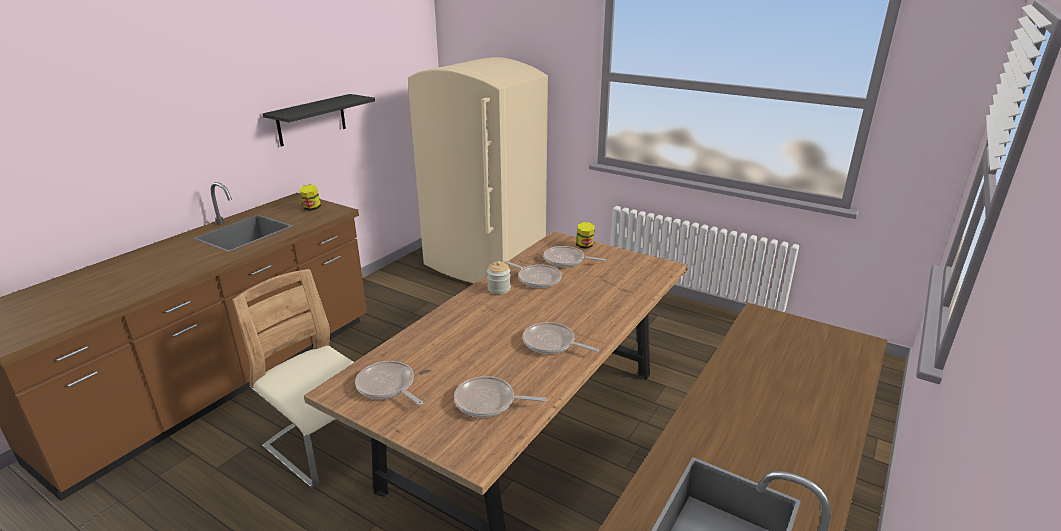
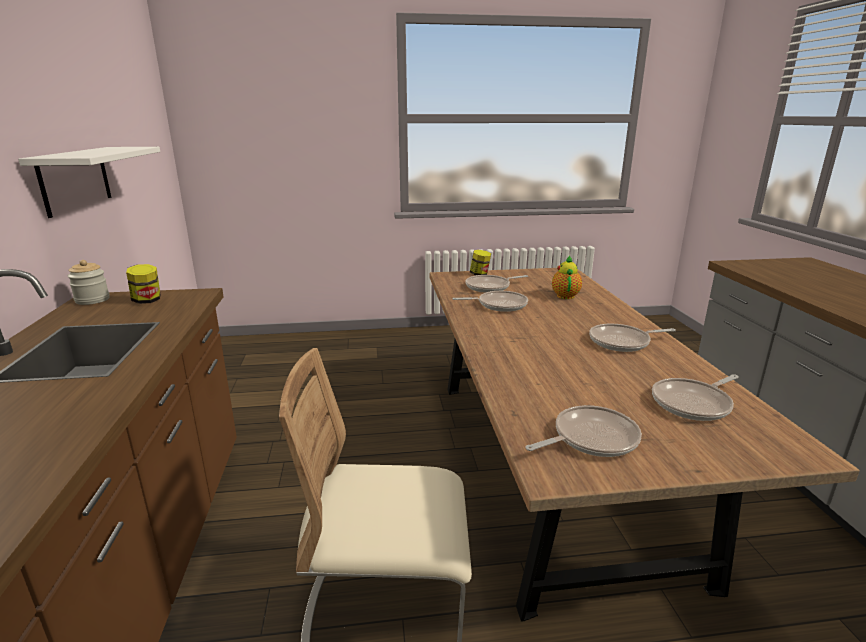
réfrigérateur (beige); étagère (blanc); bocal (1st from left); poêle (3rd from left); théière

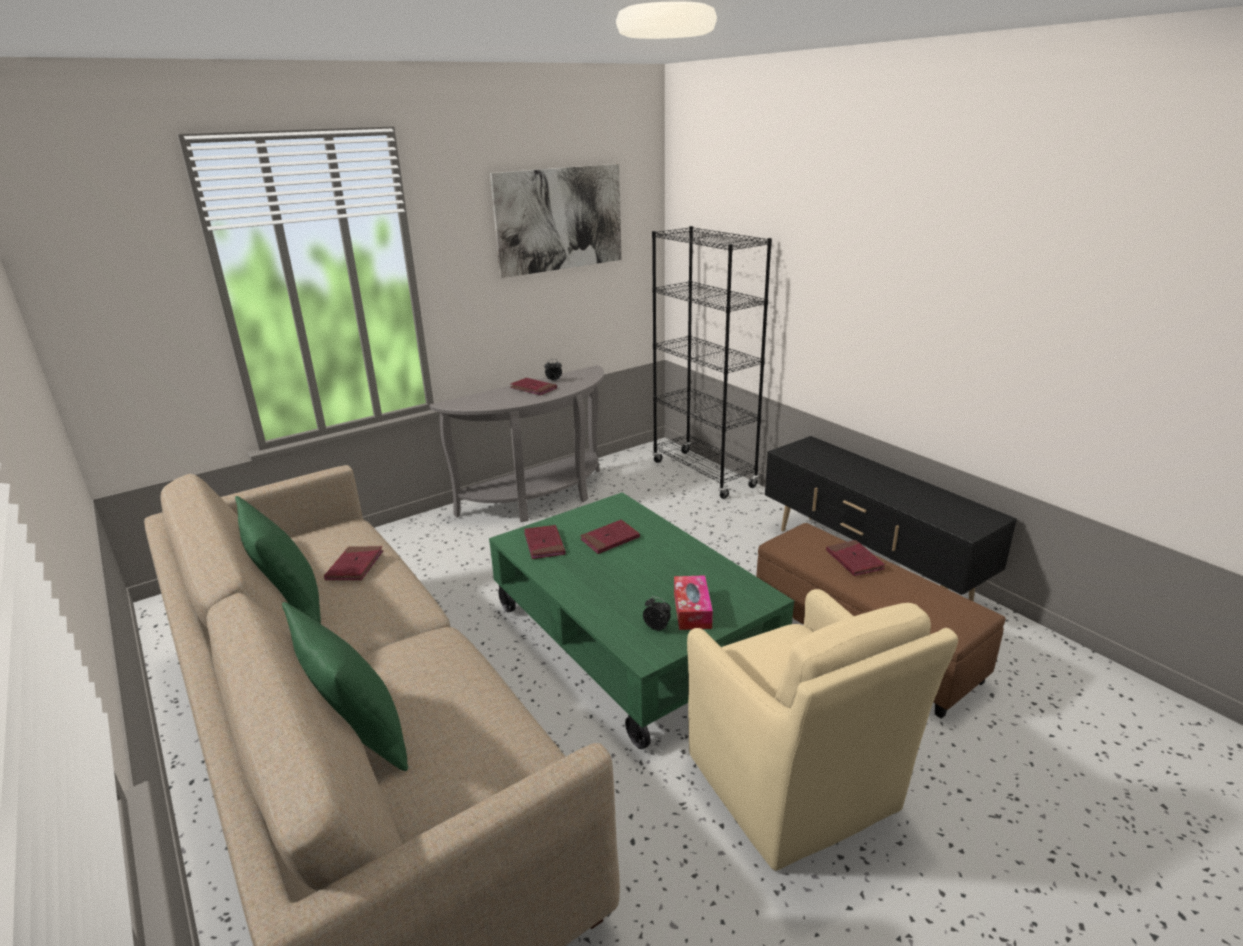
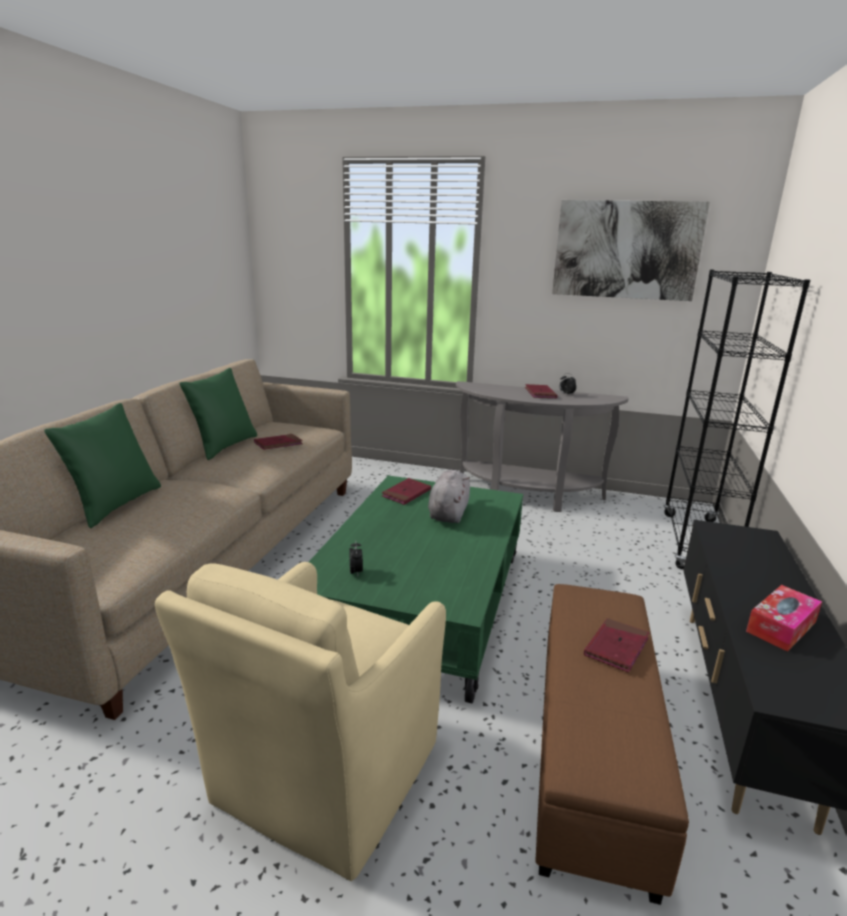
peluche (gris); boîte à mouchoirs

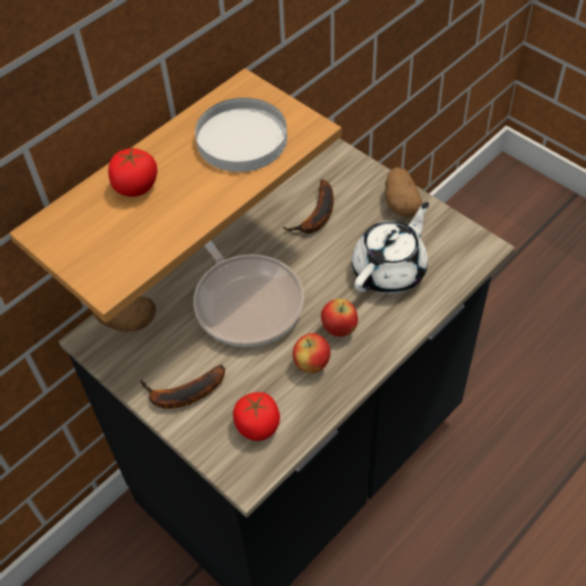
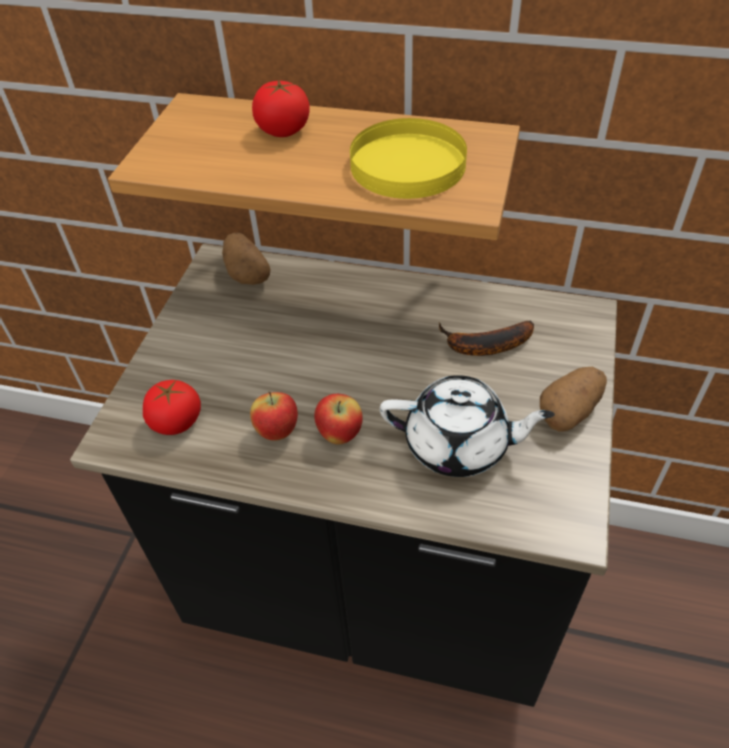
assiette (jaune); poêle; banane (1st from left in the first image)

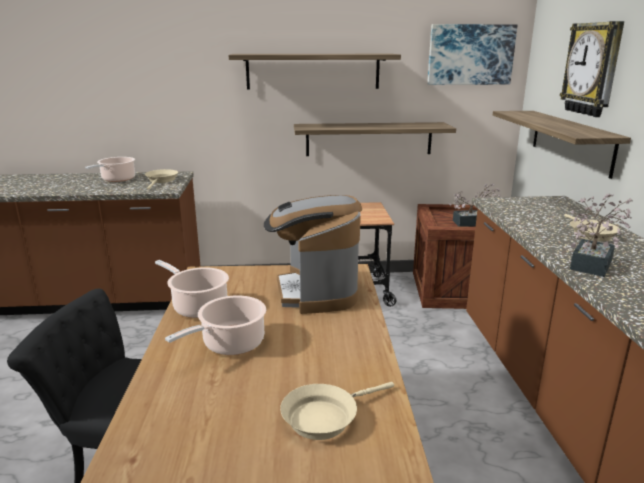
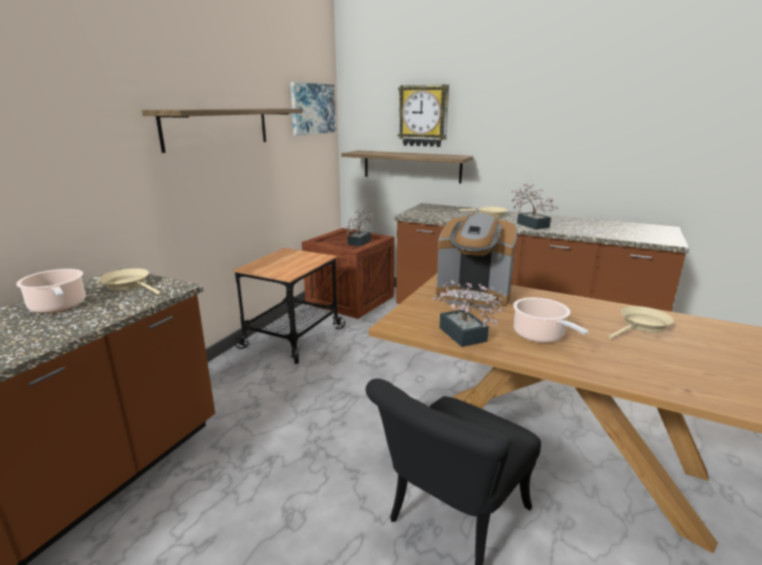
étagère (2nd from left in the first image); plante en pot (2nd from left); poêle (beige) (3rd from left)

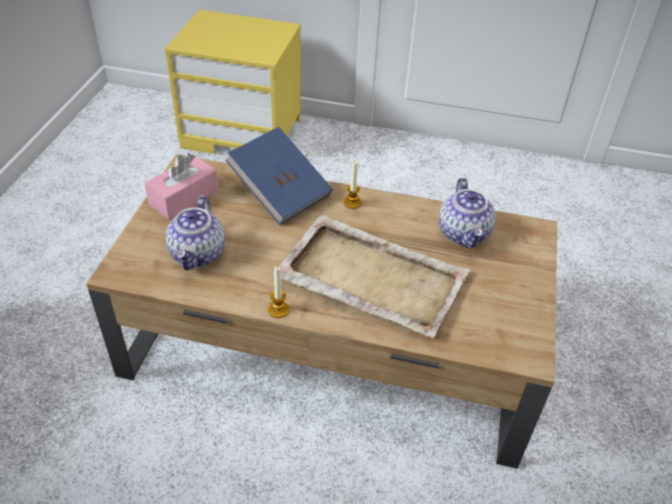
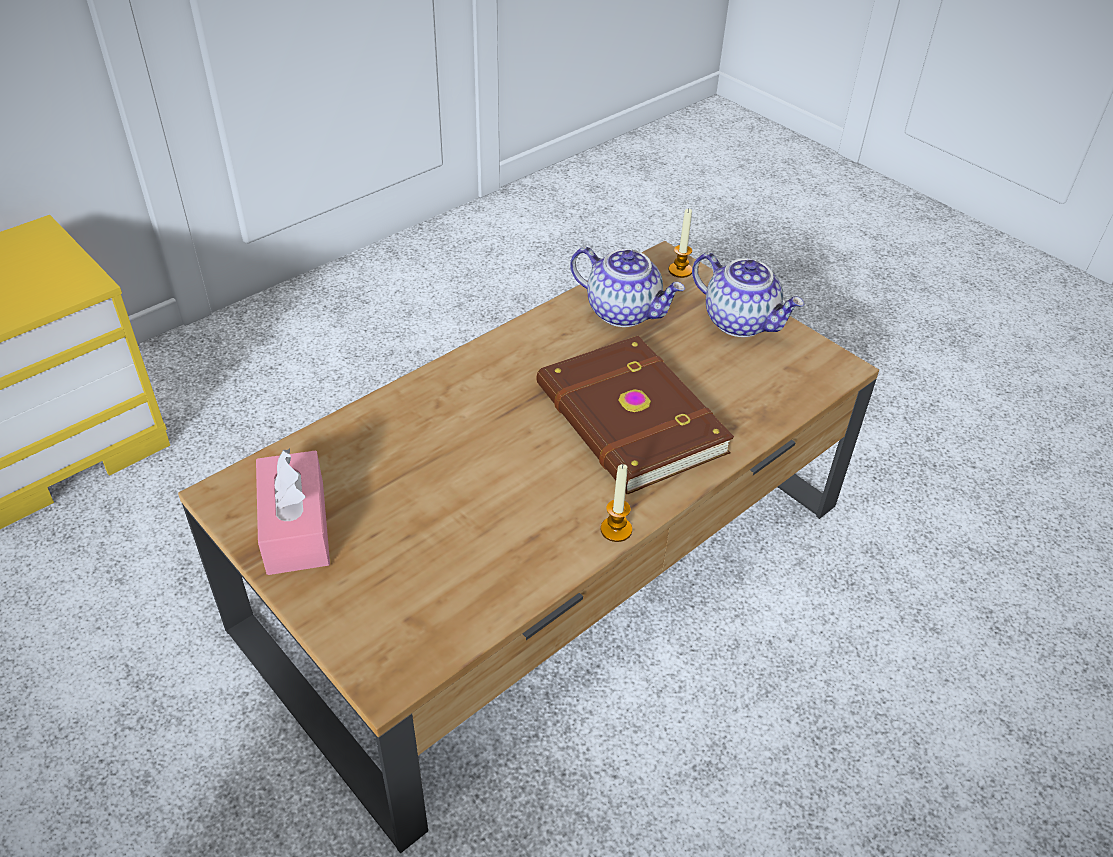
livre (bleu); bougie (2nd from left); théière (2nd from left); livre (marron)

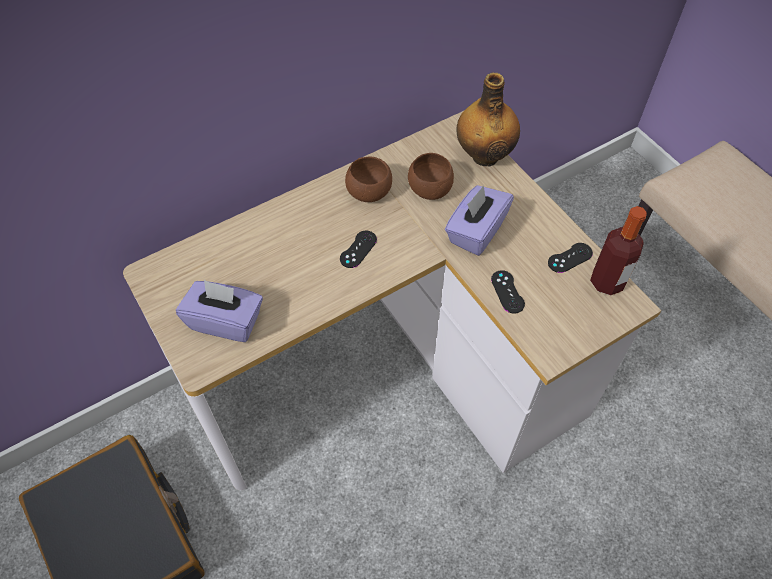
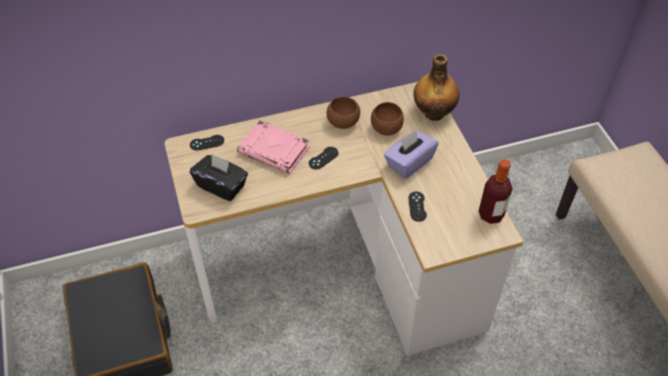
manette (noir) (1st from left); boîte à mouchoirs (noir); livre (rose)

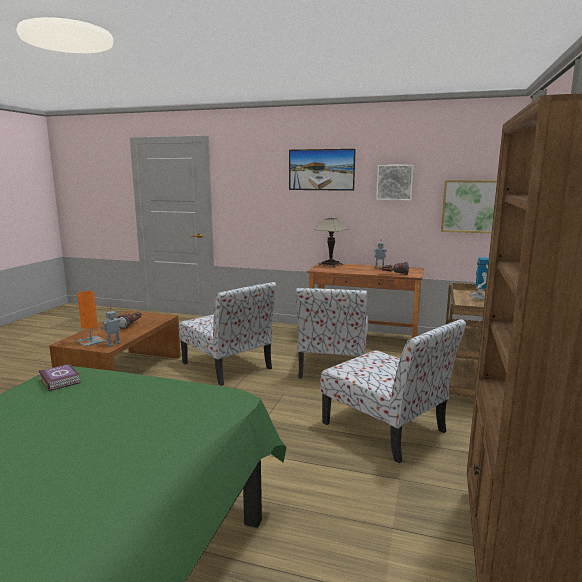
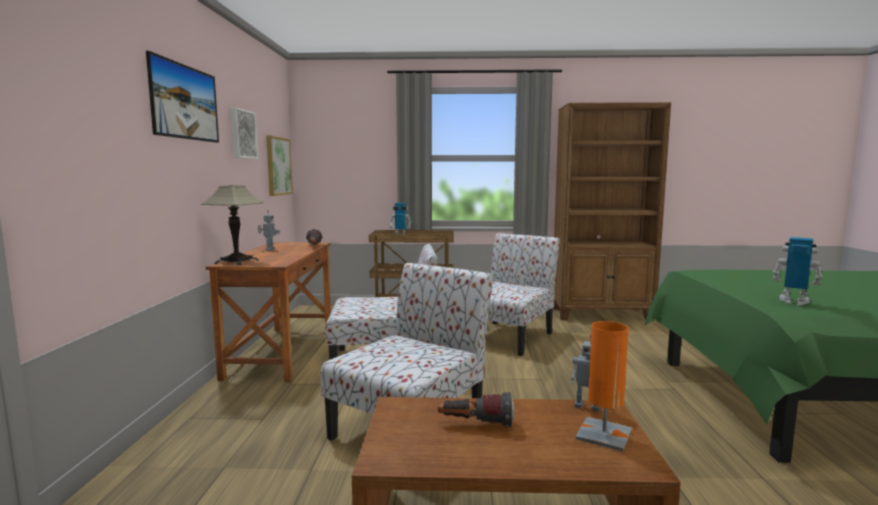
robot jouet (4th from left)

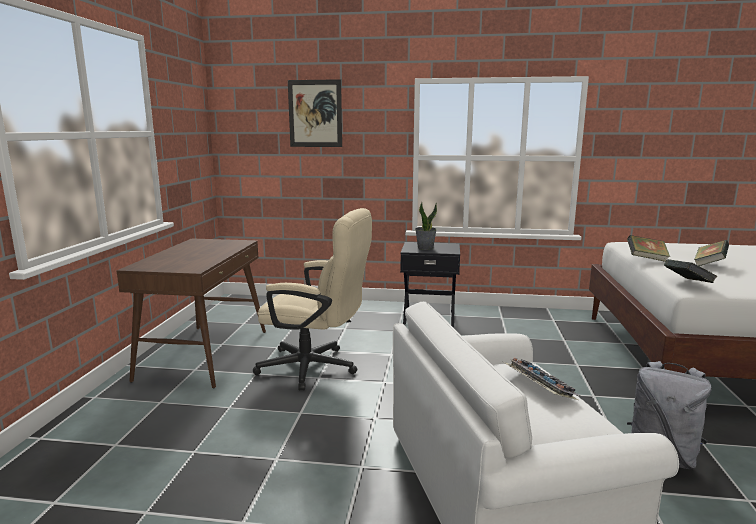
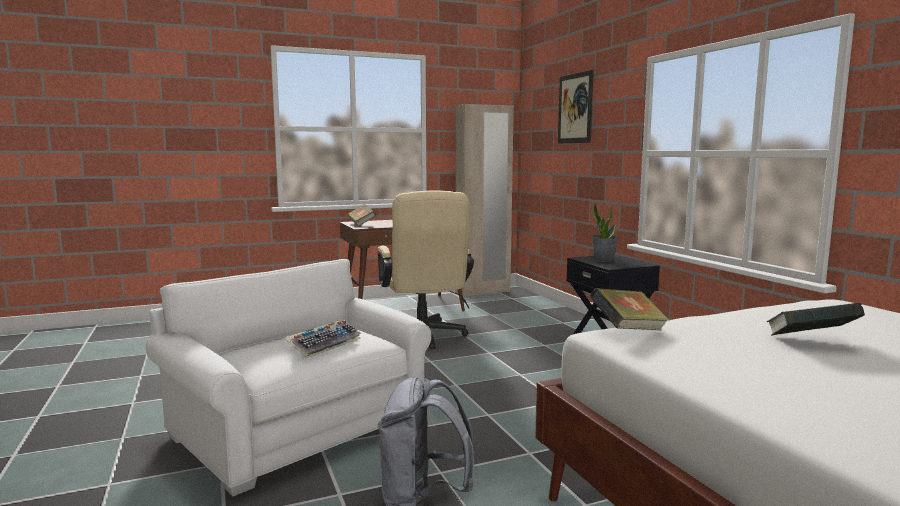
livre (1st from left); armoire (beige)

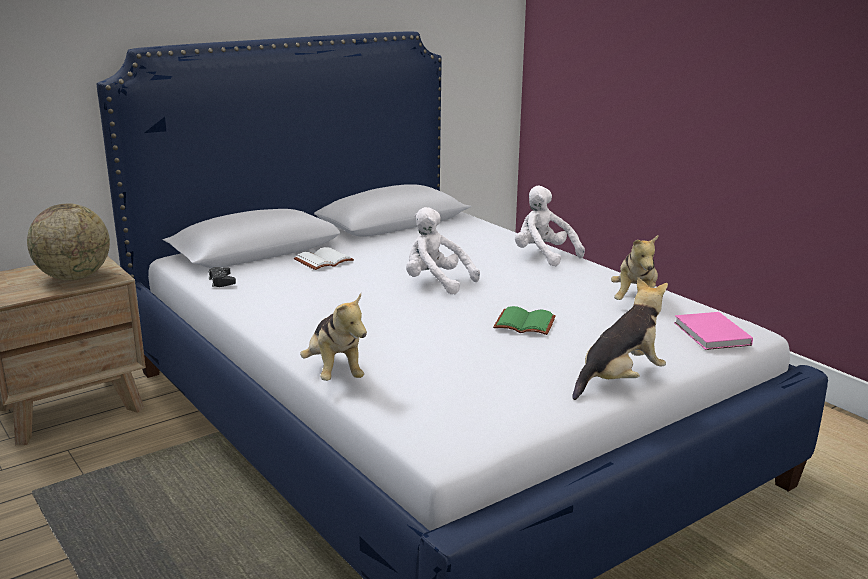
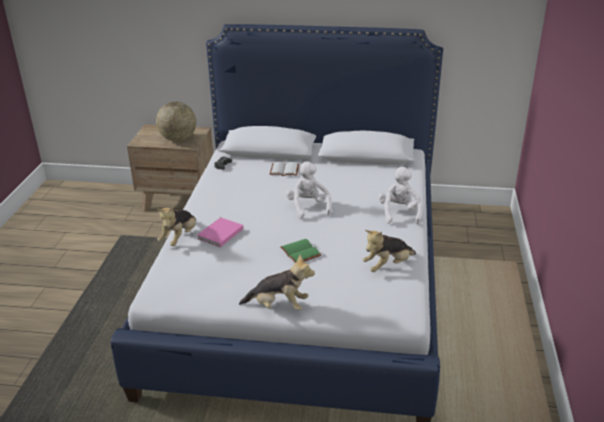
livre (rose)

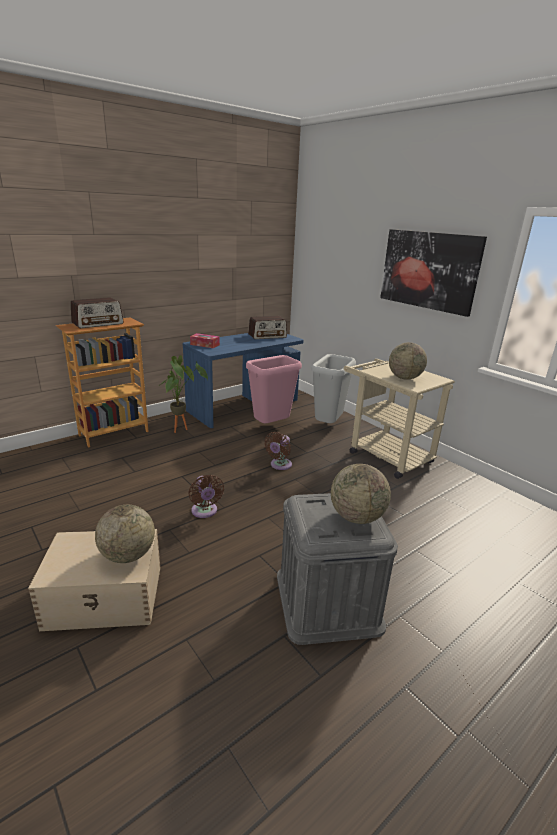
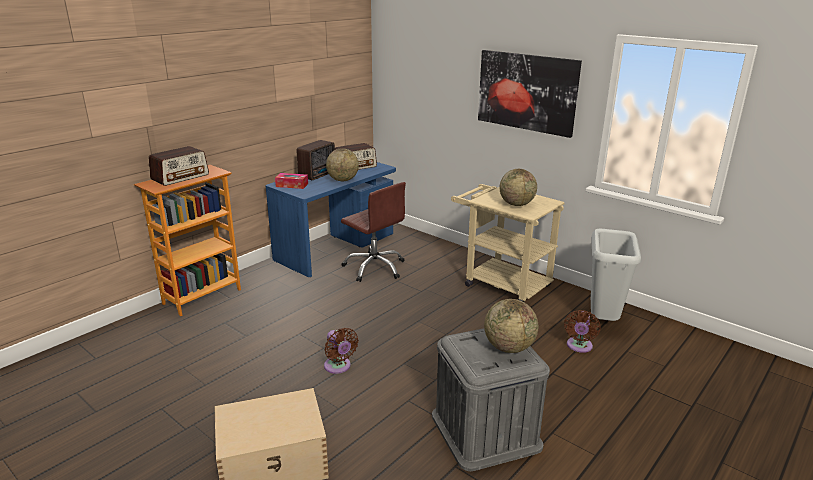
poubelle (gris); plante en pot; chaise de bureau (marron); ventilateur (marron) (2nd from left); globe (1st from left); radio (2nd from left)

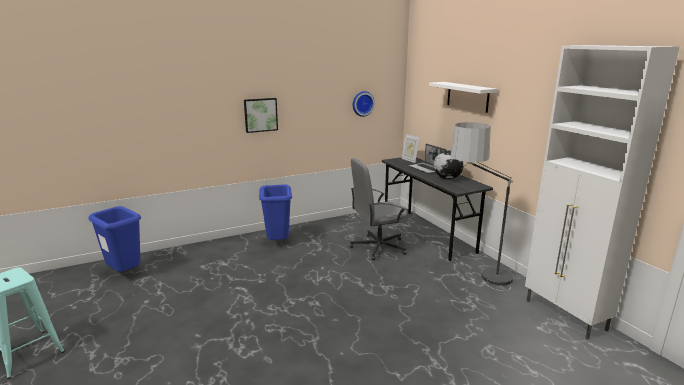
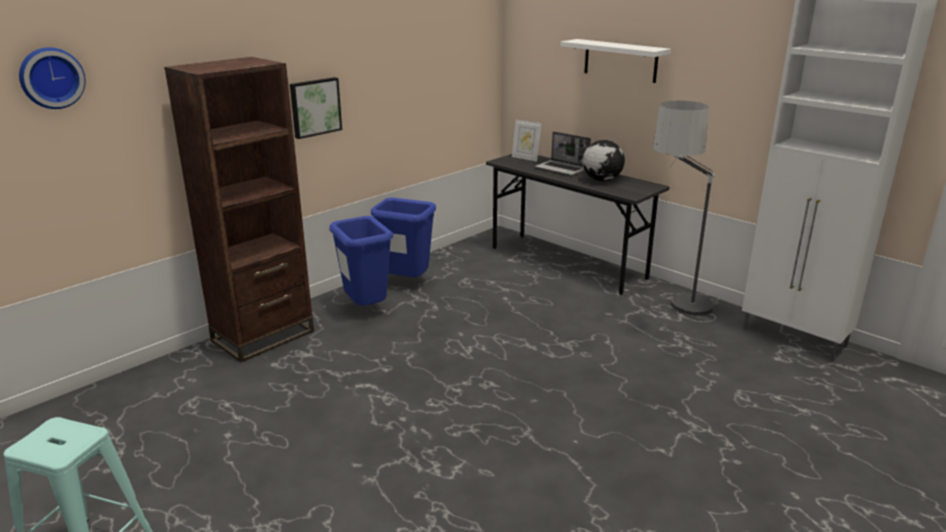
horloge murale; chaise de bureau (gris); poubelle (bleu) (2nd from left); bibliothèque (marron)

